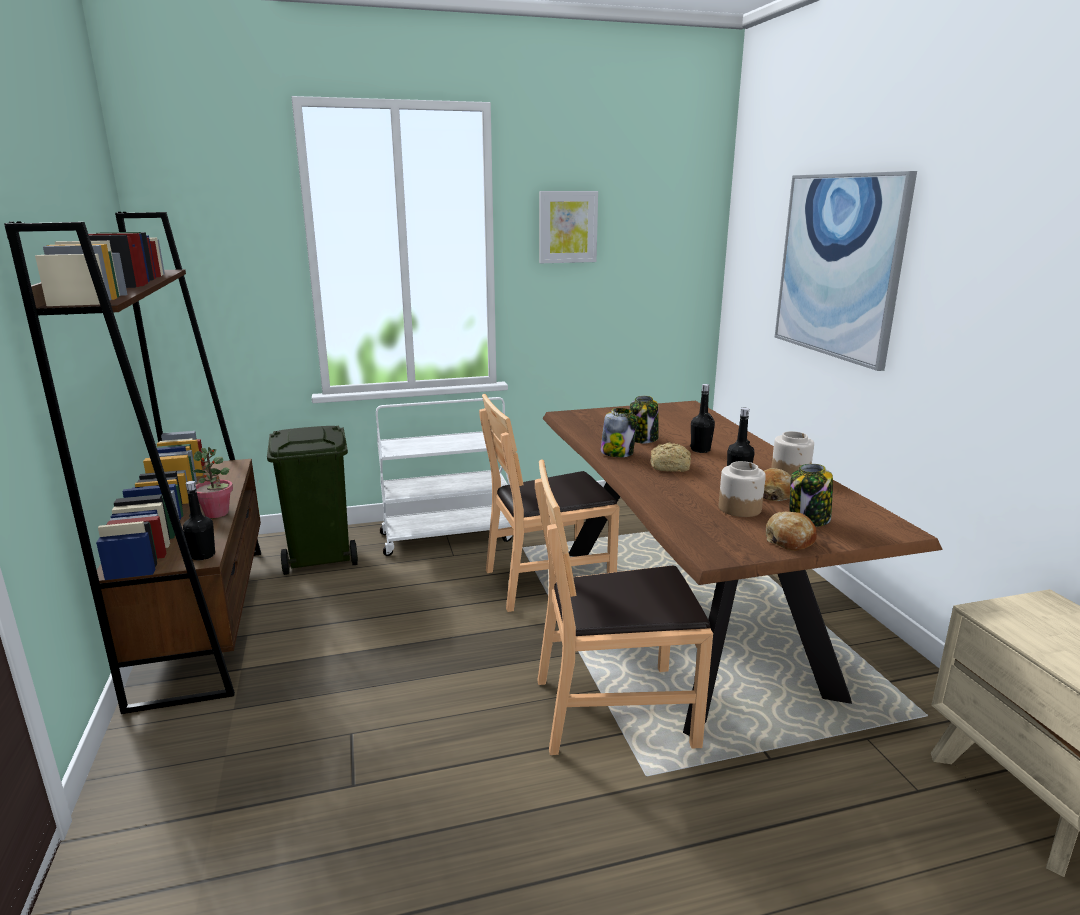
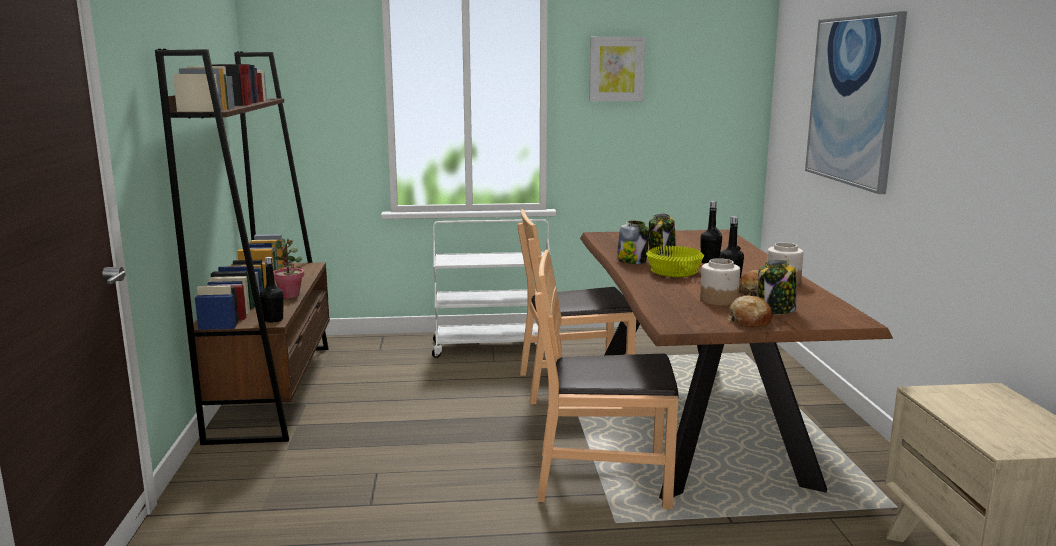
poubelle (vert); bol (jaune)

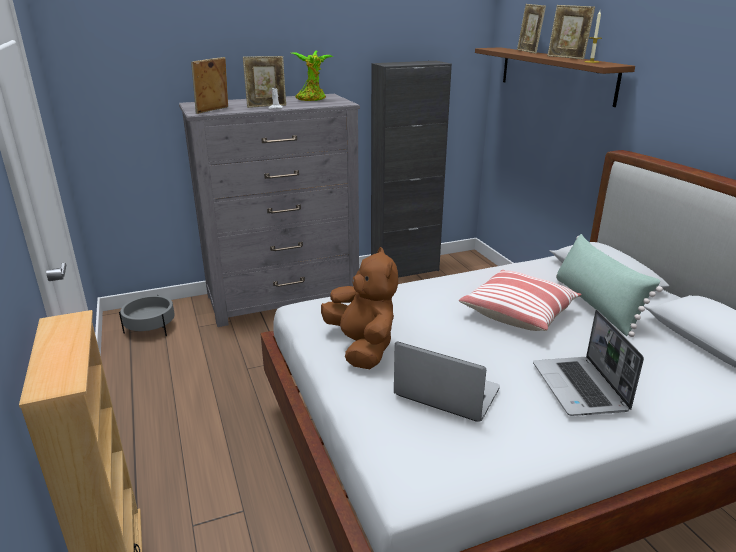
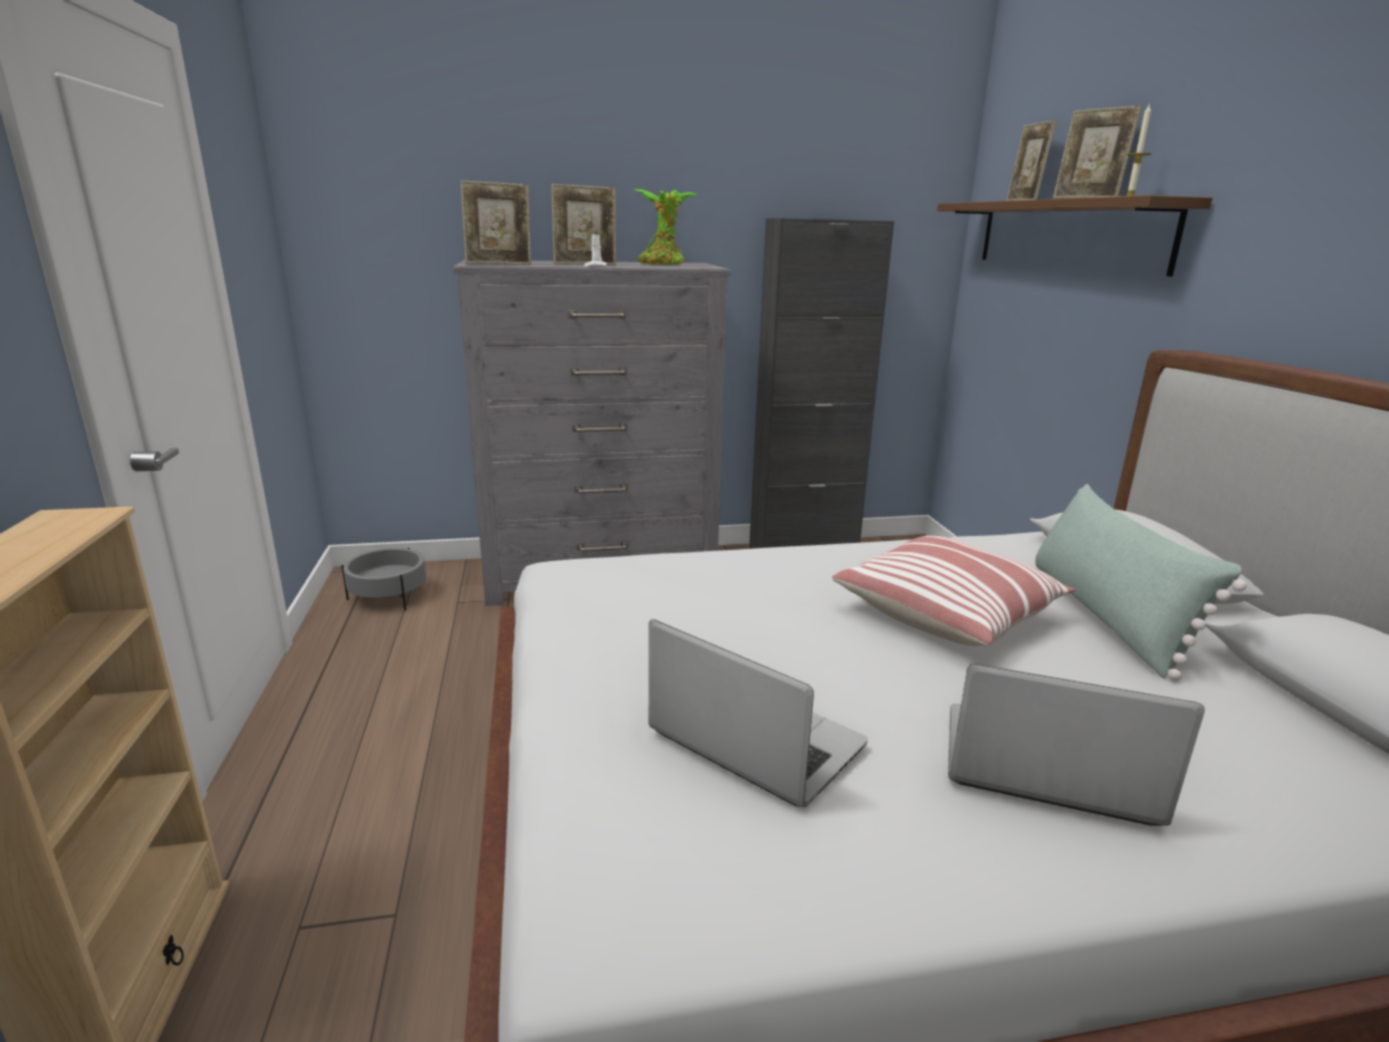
cadre photo (1st from left); peluche (marron); ordinateur portable (2nd from left)

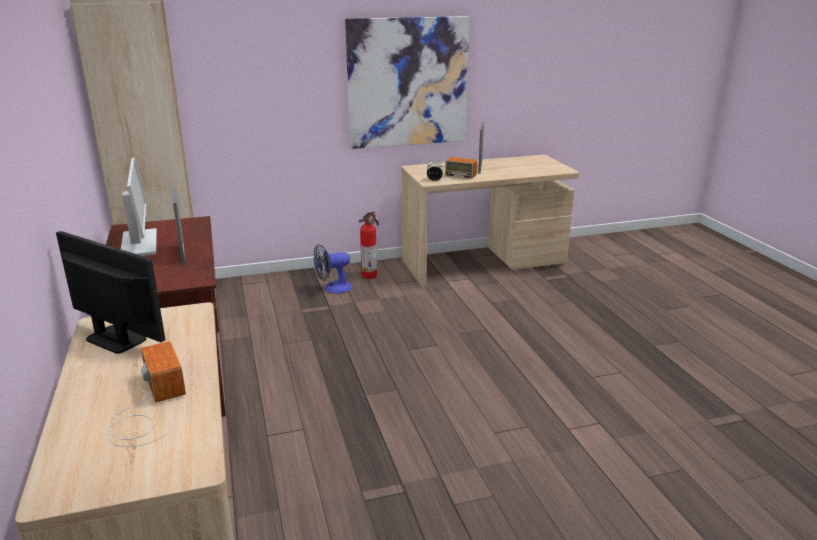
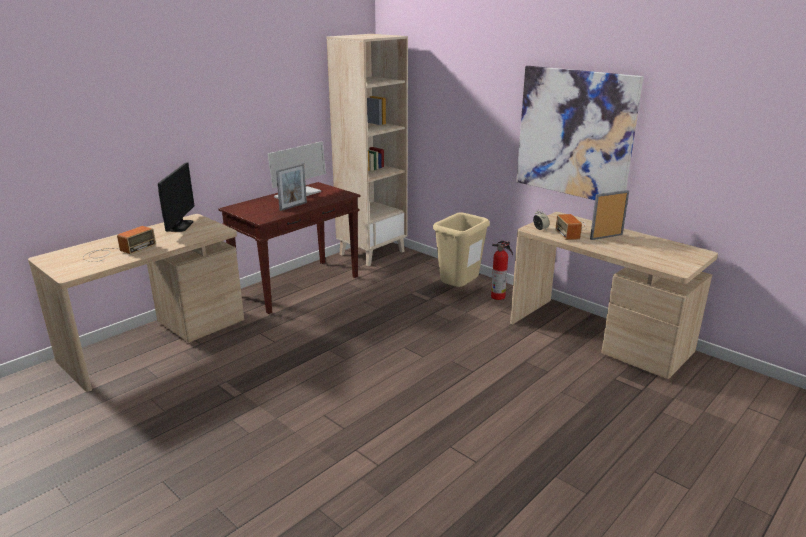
poubelle (beige)

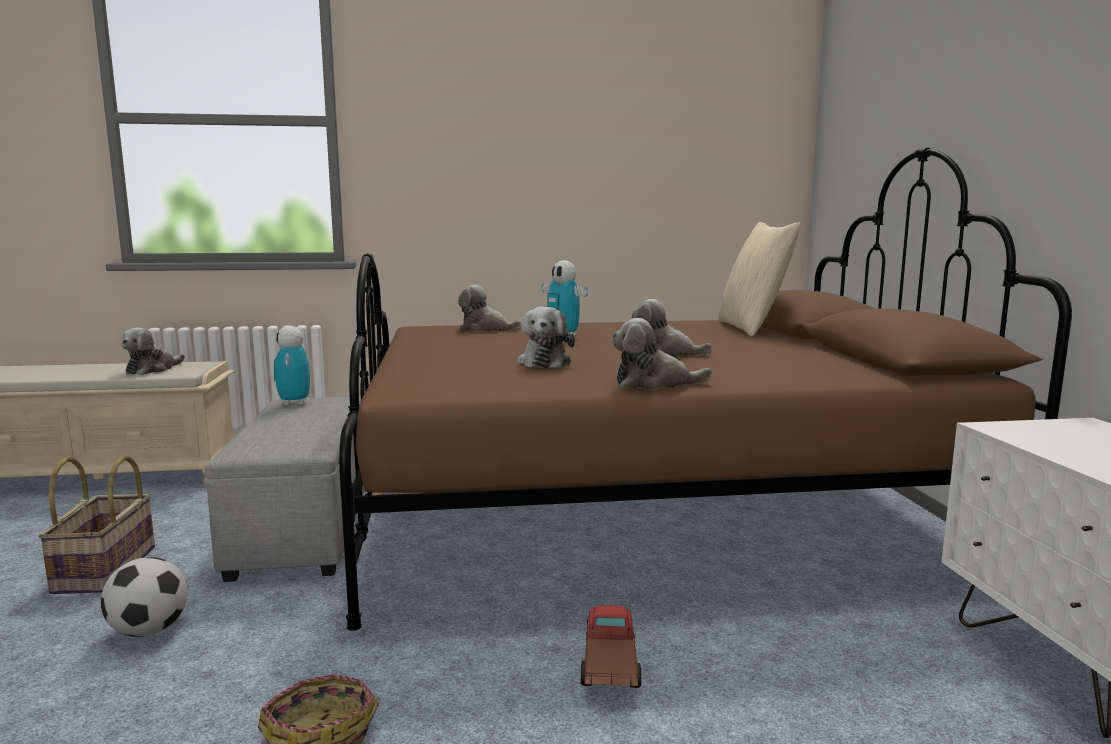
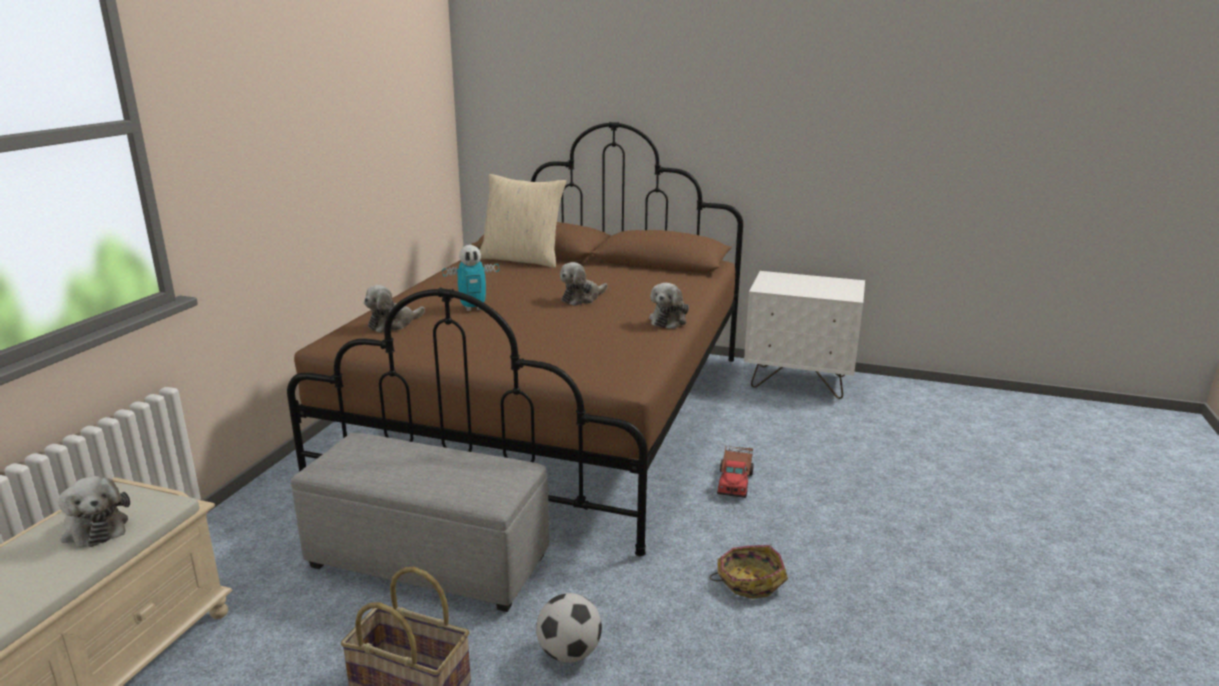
peluche (3rd from left in the first image); robot jouet (1st from left in the first image); camion jouet

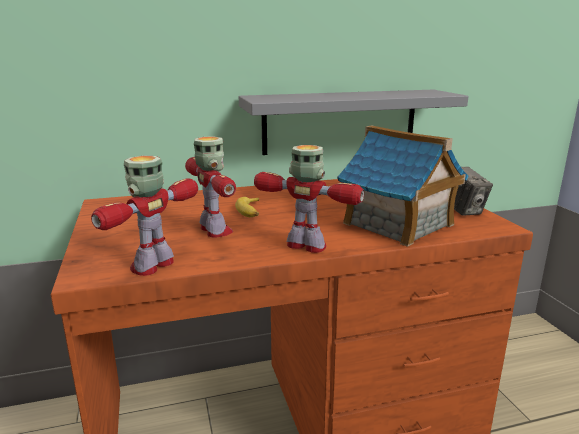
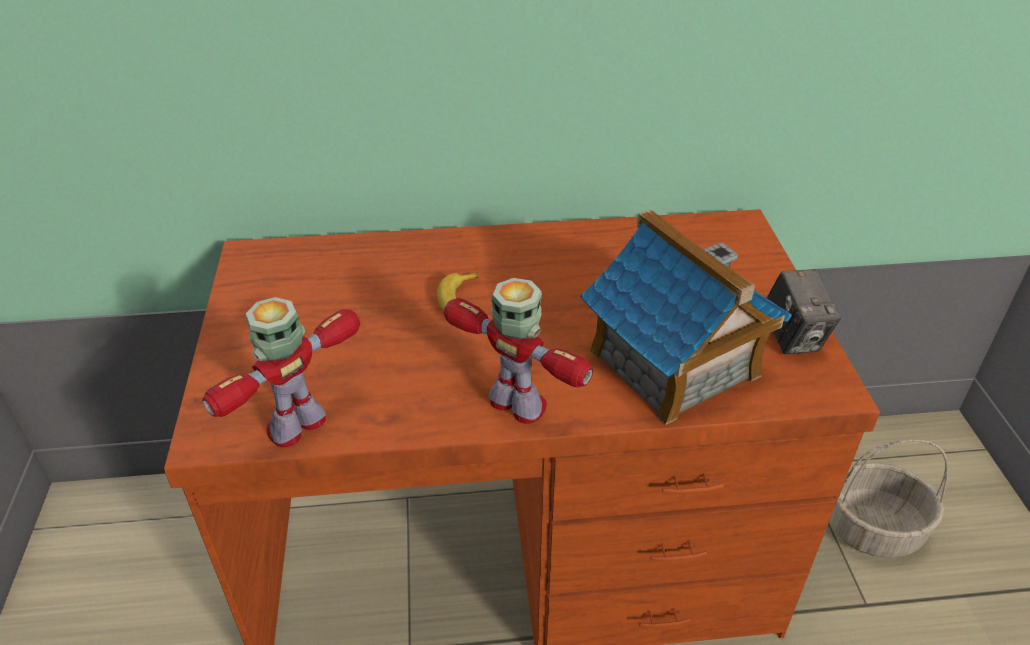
étagère (gris); robot jouet (2nd from left in the first image); panier

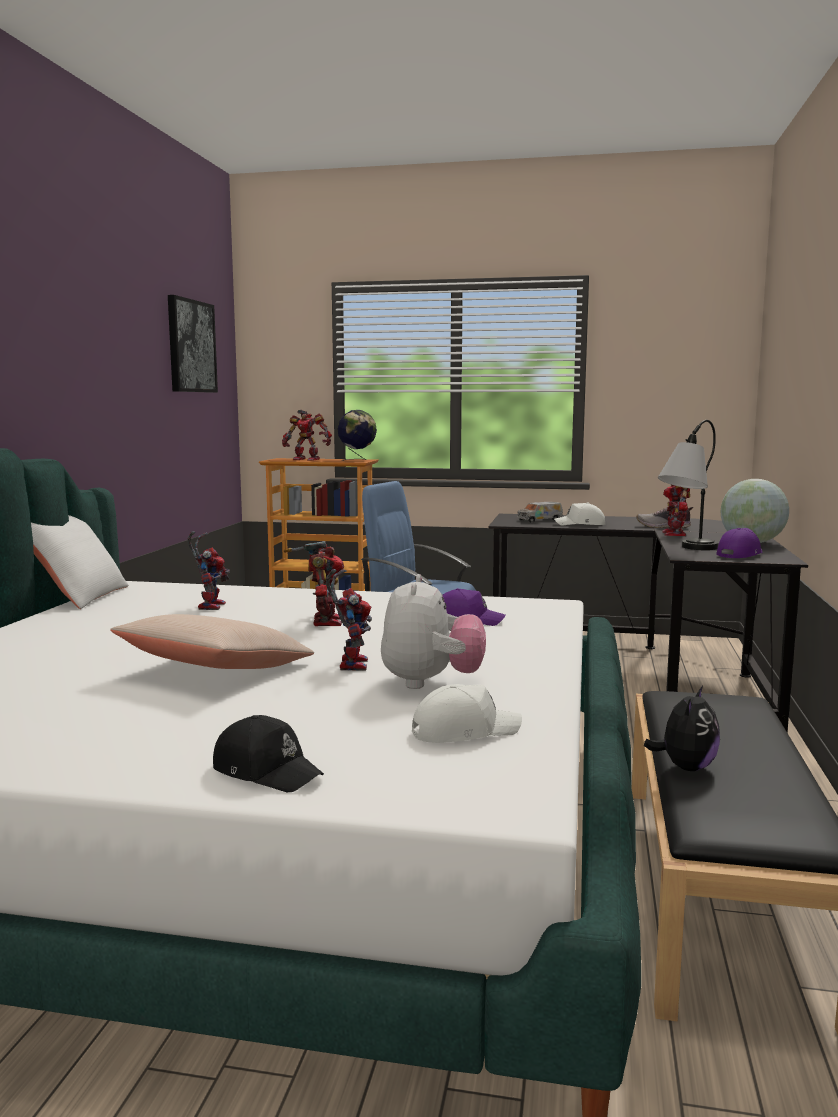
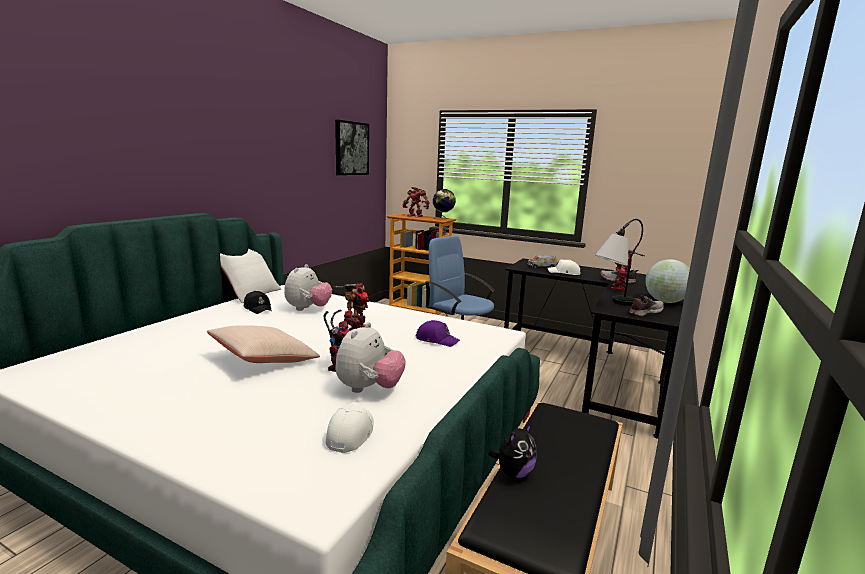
chaussure (2nd from left); peluche (1st from left); casquette (blanc) (1st from left); casquette (noir)

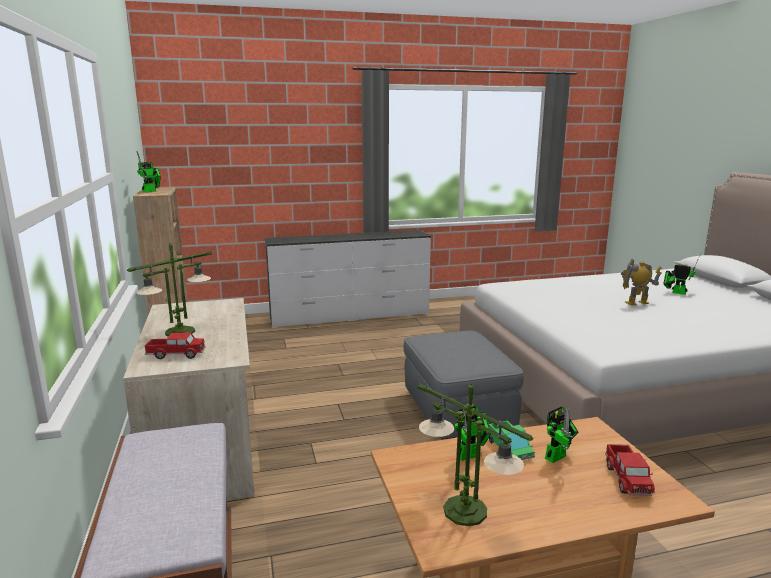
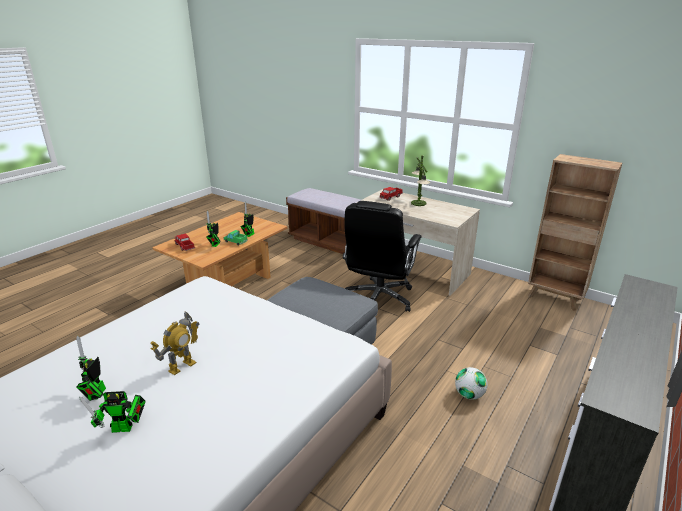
robot jouet (1st from left); lampe de table (2nd from left in the first image); chaise de bureau (noir); ballon de foot

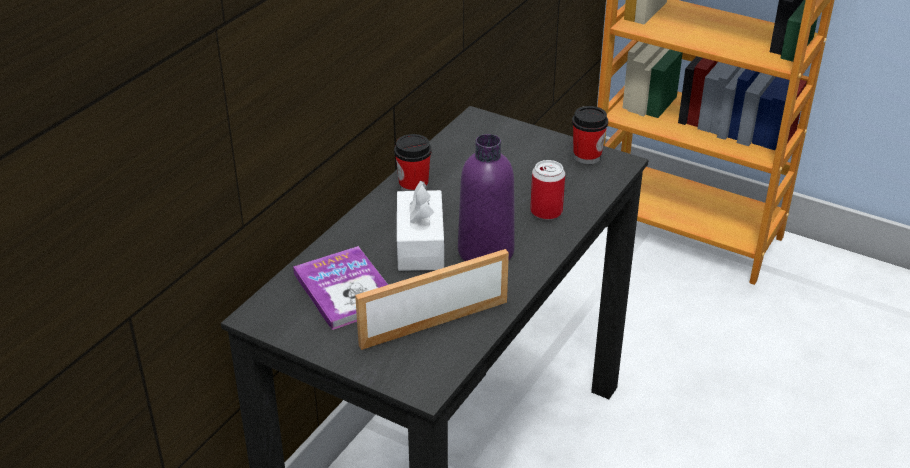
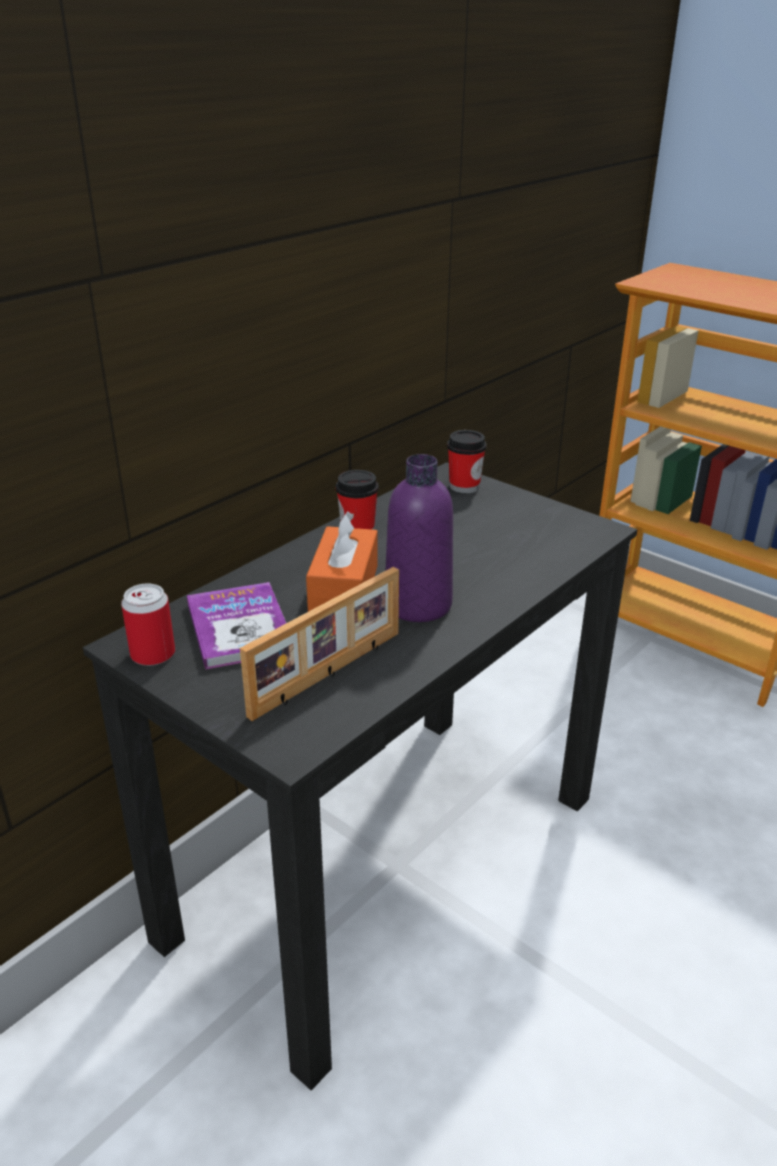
tasse (2nd from left); boîte métallique; boîte à mouchoirs (orange); cadre photo

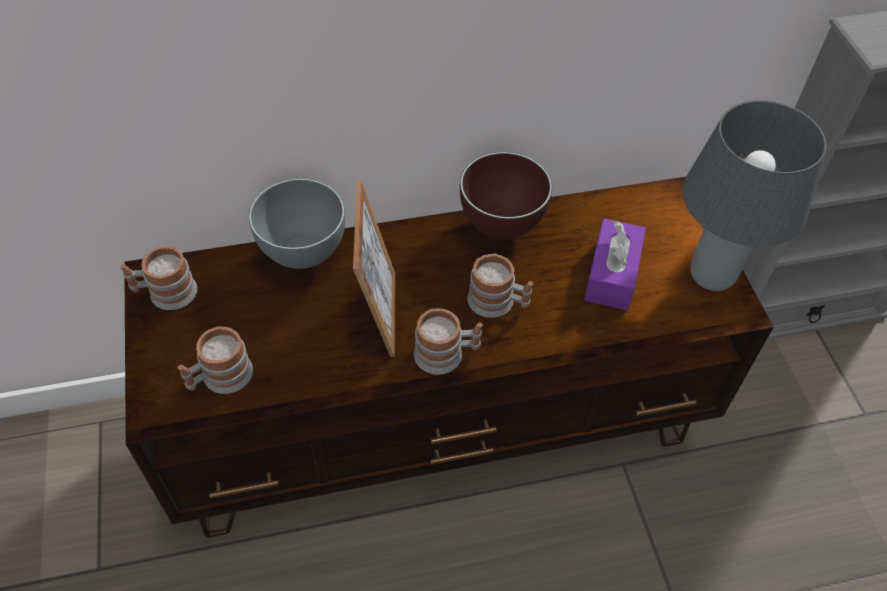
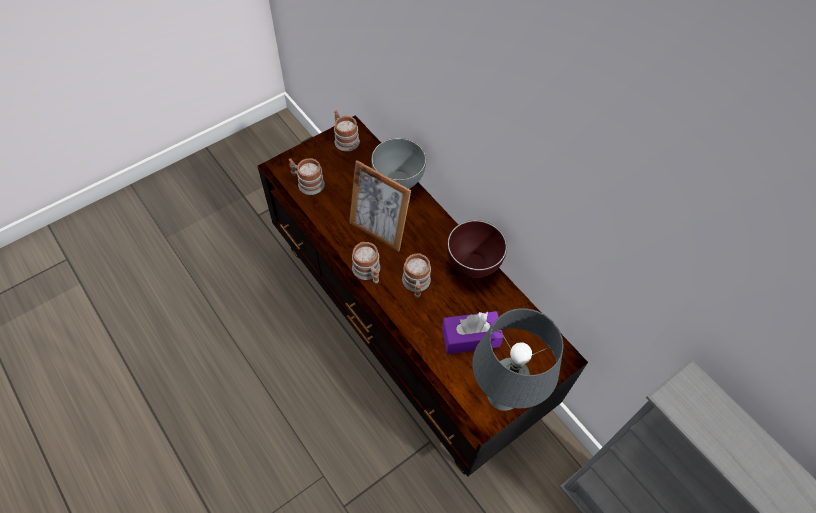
cadre photo

